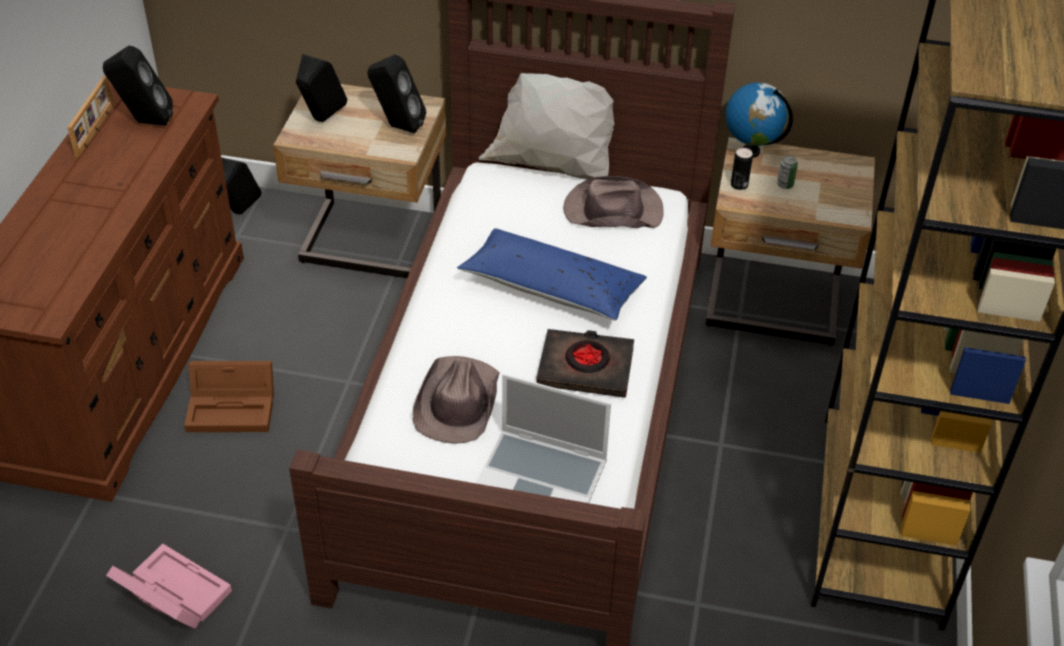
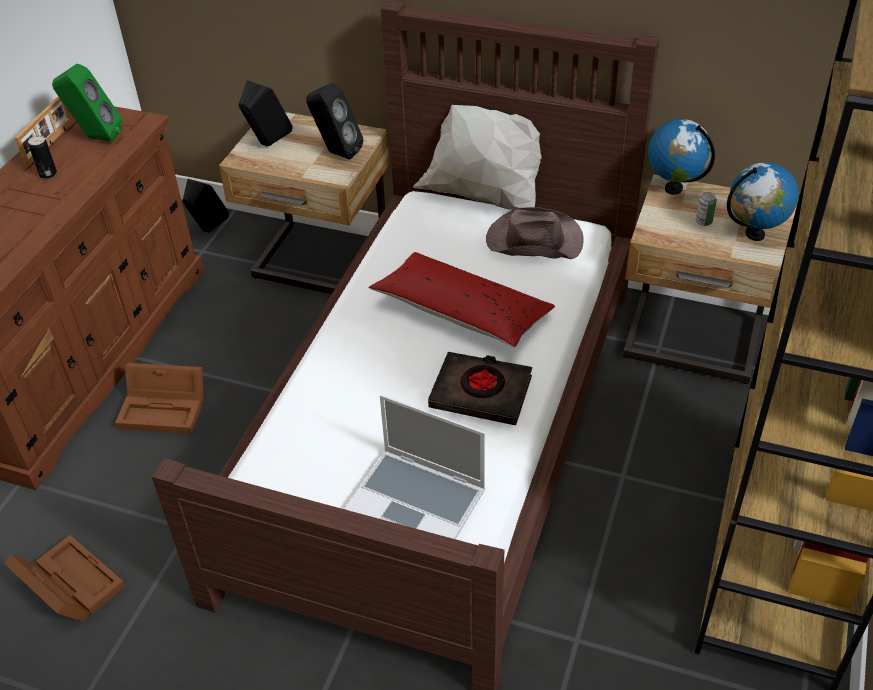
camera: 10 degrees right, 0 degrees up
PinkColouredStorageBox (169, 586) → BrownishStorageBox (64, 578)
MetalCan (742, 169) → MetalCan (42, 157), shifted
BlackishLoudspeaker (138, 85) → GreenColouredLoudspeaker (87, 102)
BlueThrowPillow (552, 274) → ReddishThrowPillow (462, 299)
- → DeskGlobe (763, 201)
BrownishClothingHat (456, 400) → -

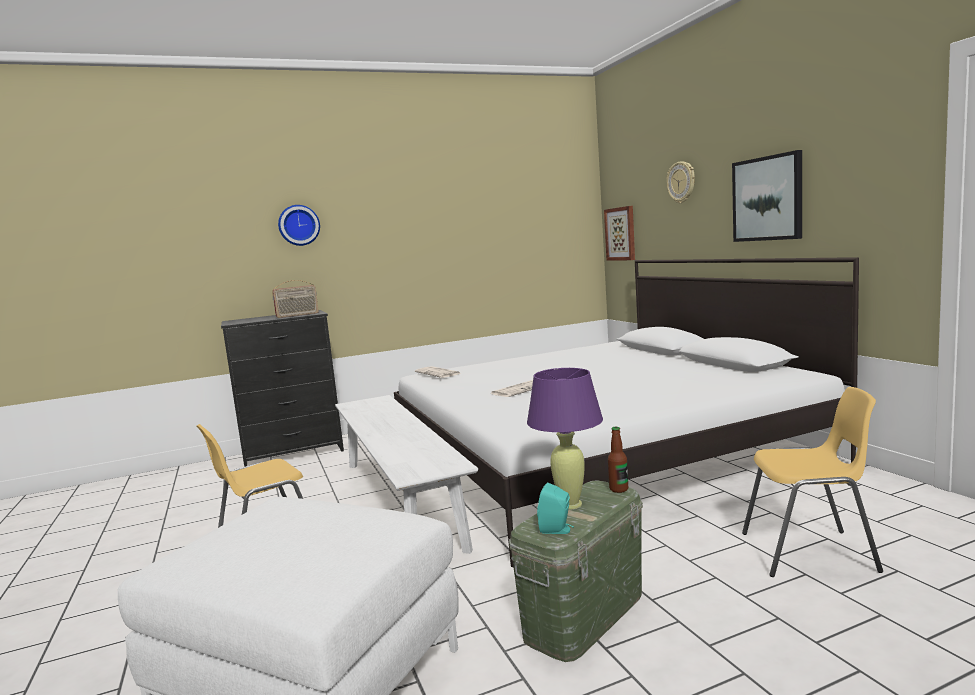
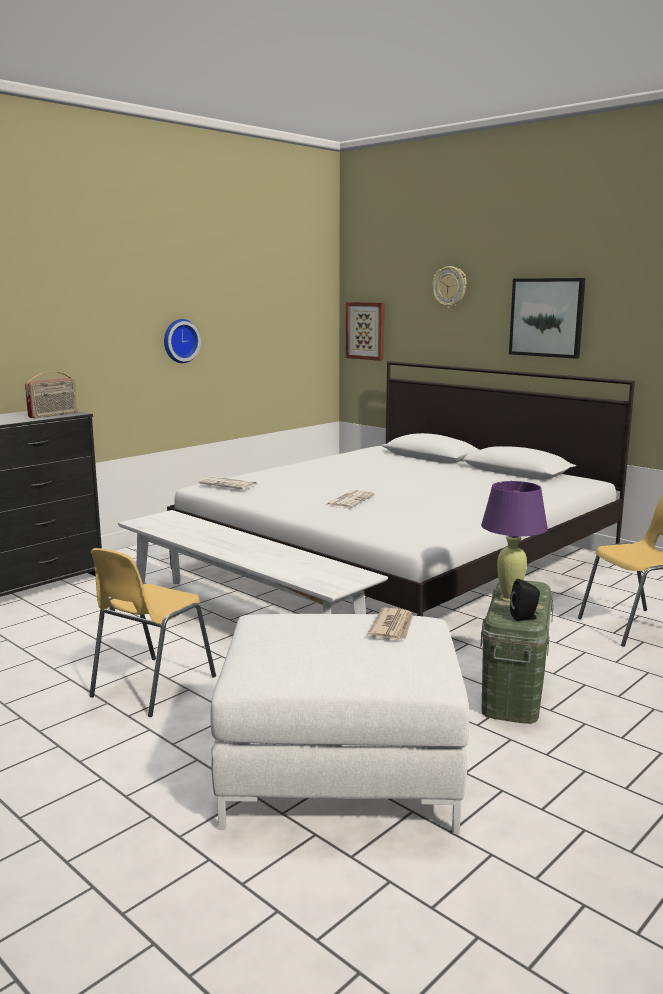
camera: 25 degrees left, 5 degrees up
WallClock (299, 225) → WallClock (182, 341), shifted
- → PrintedPaper (390, 624)
BlueGreenLoudspeaker (555, 508) → BlackishLoudspeaker (525, 600)
Bottle (618, 460) → -

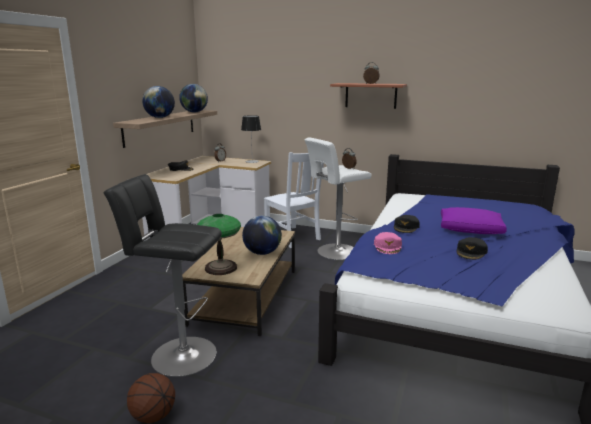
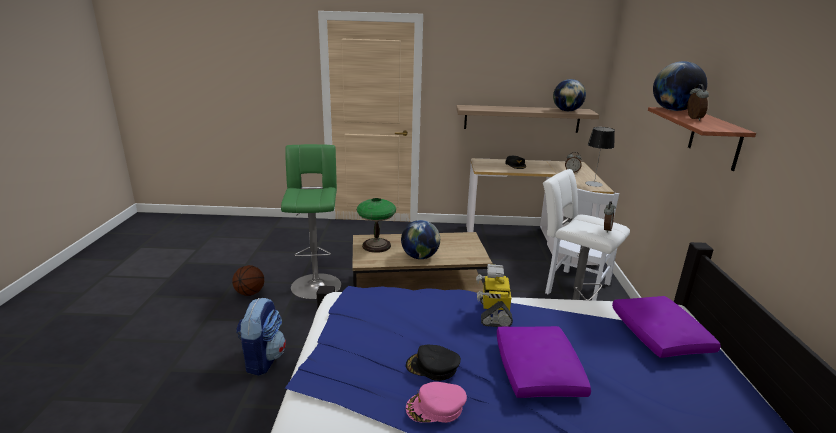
camera: 70 degrees right, 5 degrees up
- → Rucksack (261, 337)
BlackishSittingStool (162, 275) → GreenColouredSittingStool (311, 221)
PinkColouredPeakedCap (388, 243) → PinkColouredPeakedCap (436, 402), shifted
BlackishPeakedCap (407, 224) → ToyRobot (494, 295)
- → PurpleColouredThrowPillow (666, 327)
DeskGlobe (158, 102) → DeskGlobe (680, 86), shifted

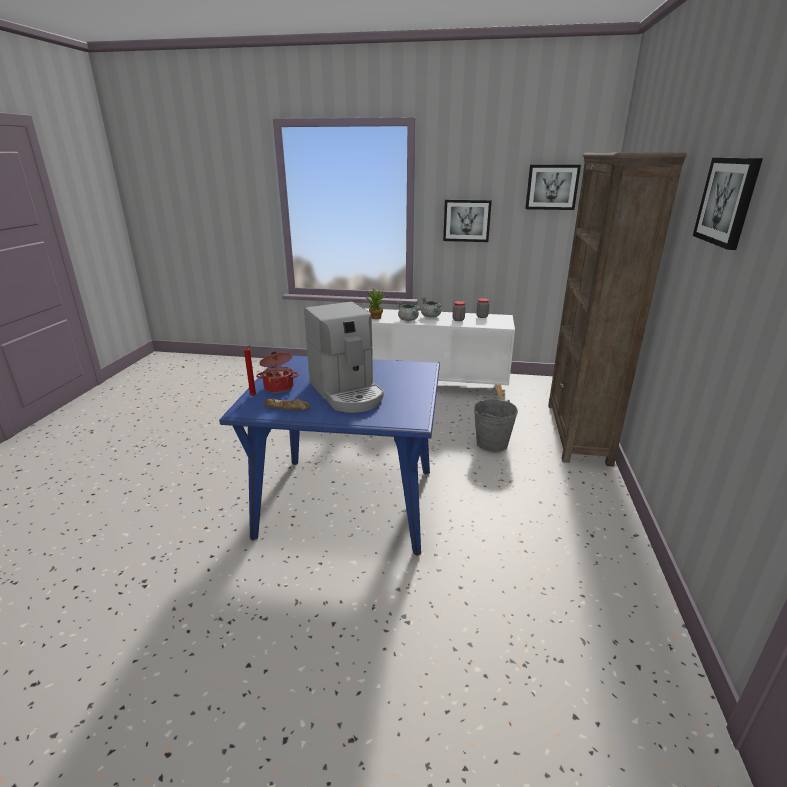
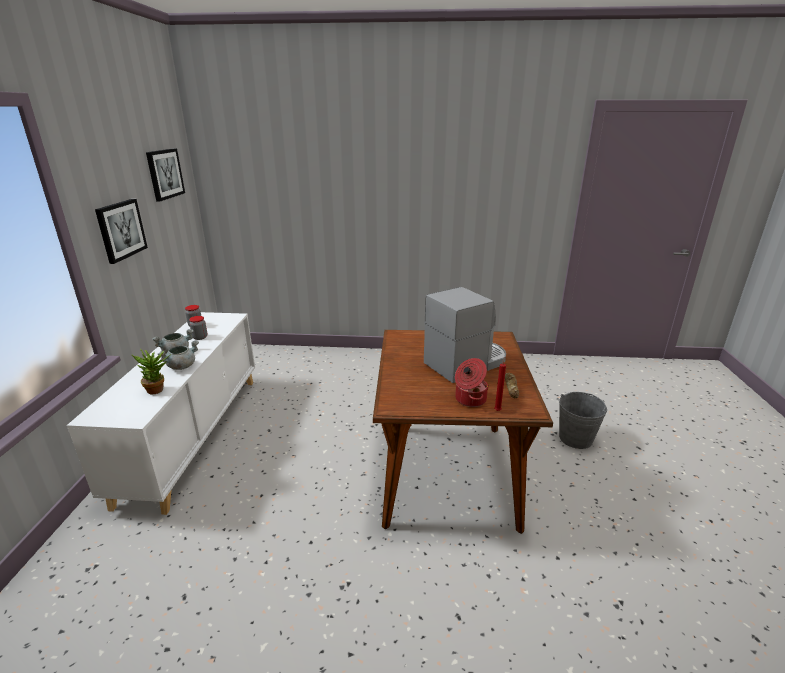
camera: 95 degrees left, 0 degrees up
BlueDiningTable (329, 456) → BrownishDiningTable (463, 432)
GreyPail (496, 425) → GreyPail (583, 420), shifted
BrownishBookshelf (617, 309) → -
WallArt (728, 204) → -

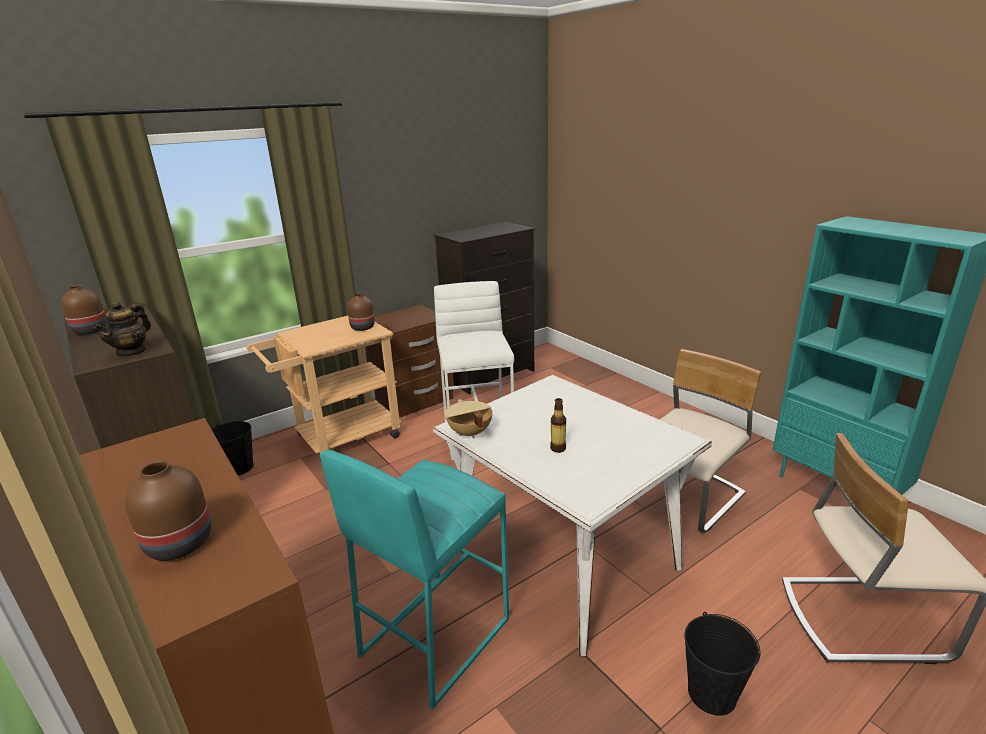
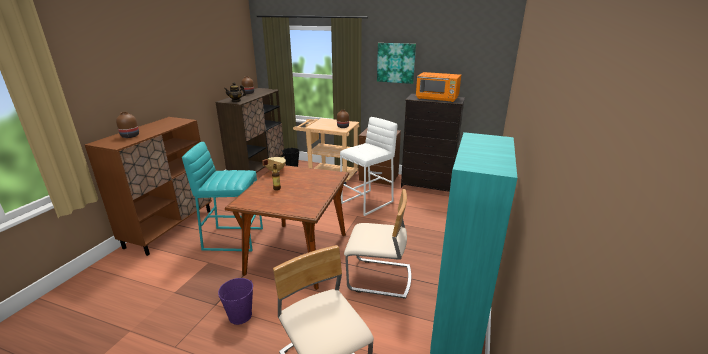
camera: 55 degrees right, 0 degrees up
BlackishPail (722, 664) → PurpleColouredPail (235, 301)
WhitishDiningTable (572, 515) → BrownishDiningTable (287, 227)
- → WallArt (396, 63)
- → OrangeColouredKitchenMicrowave (438, 87)

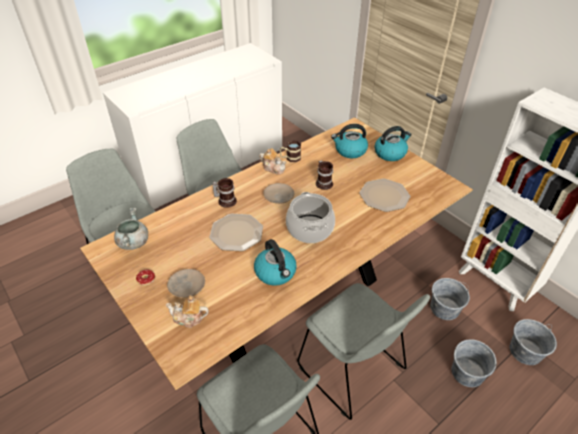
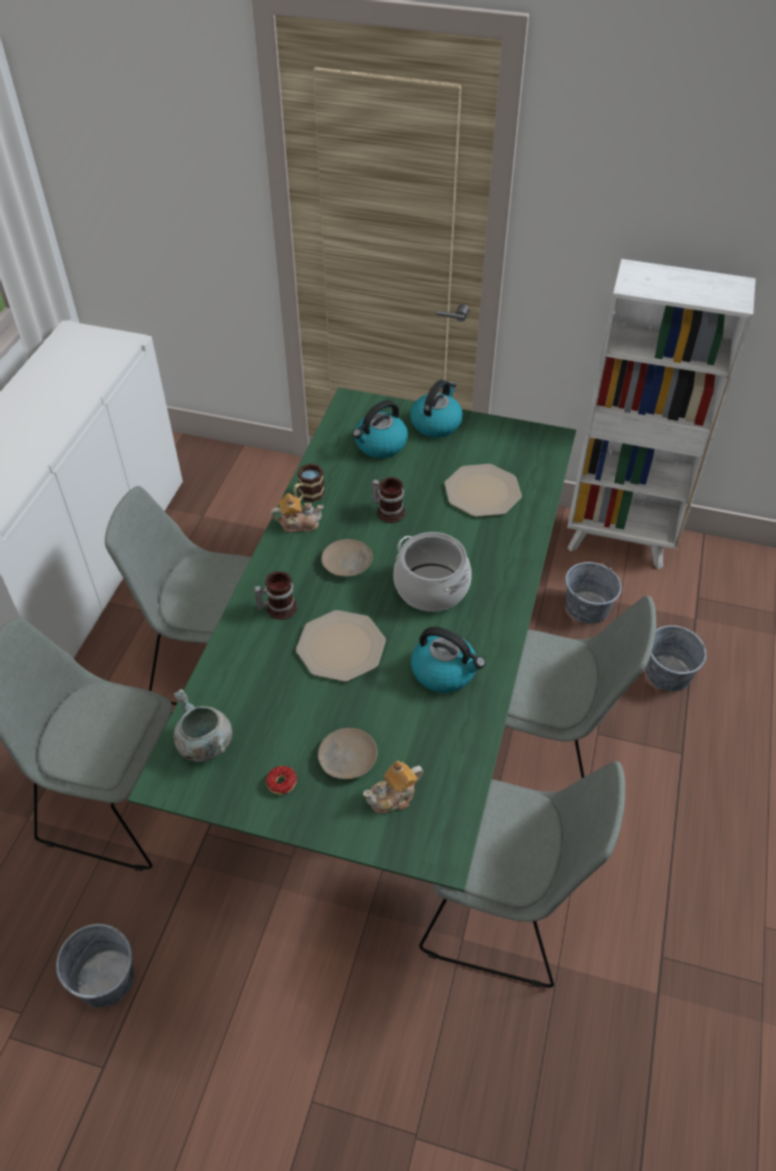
camera: 35 degrees left, 5 degrees up
GreyPail (533, 342) → GreyPail (95, 965), shifted
BrownishDiningTable (276, 253) → GreenColouredDiningTable (352, 639)

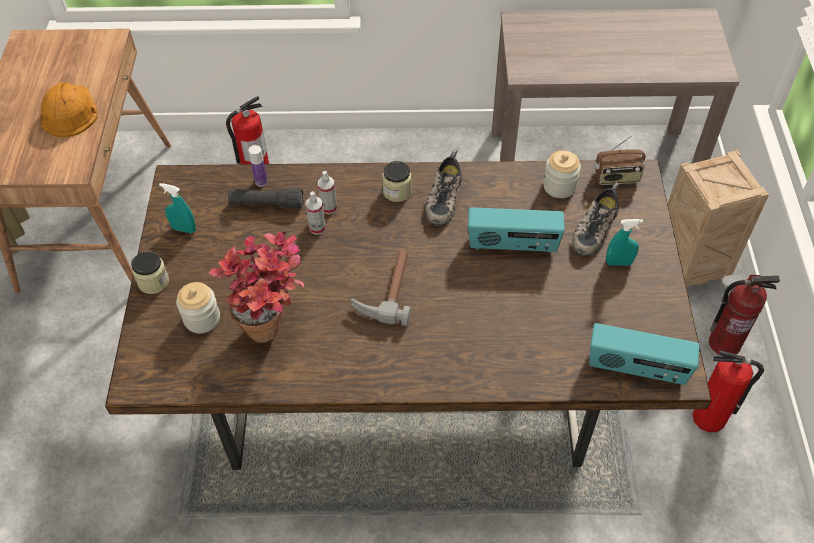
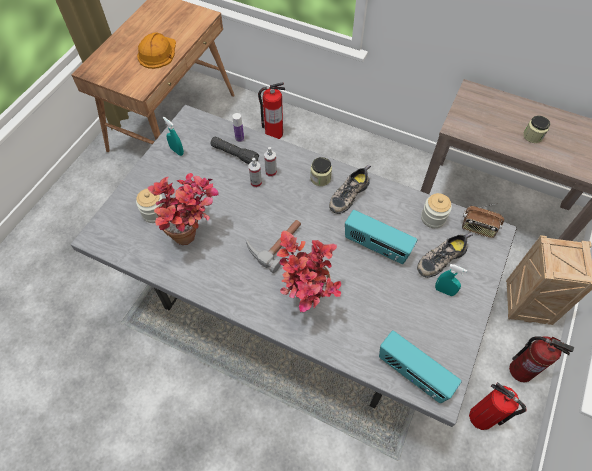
camera: 25 degrees right, 5 degrees up
BrownishDiningTable (408, 315) → GreyDiningTable (294, 266)
- → Houseplant (309, 271)
Jar (150, 272) → Jar (536, 129), shifted

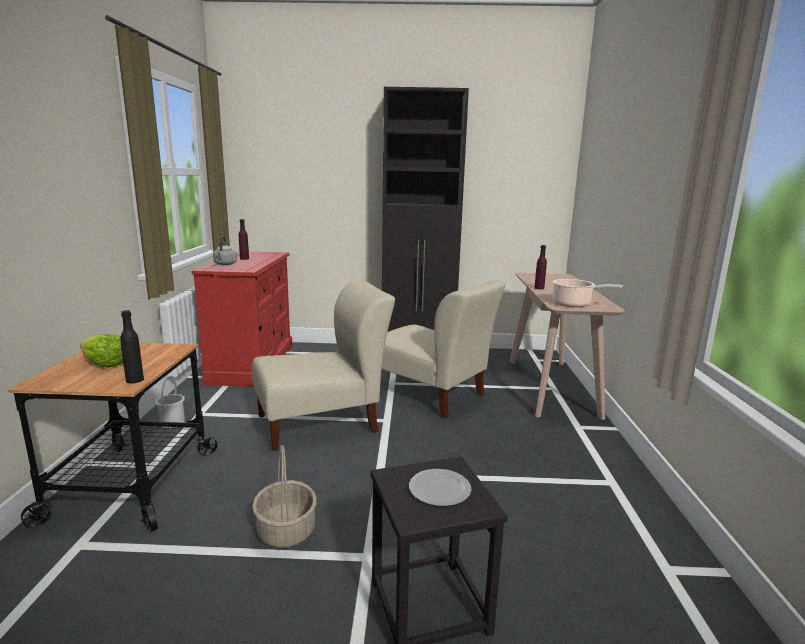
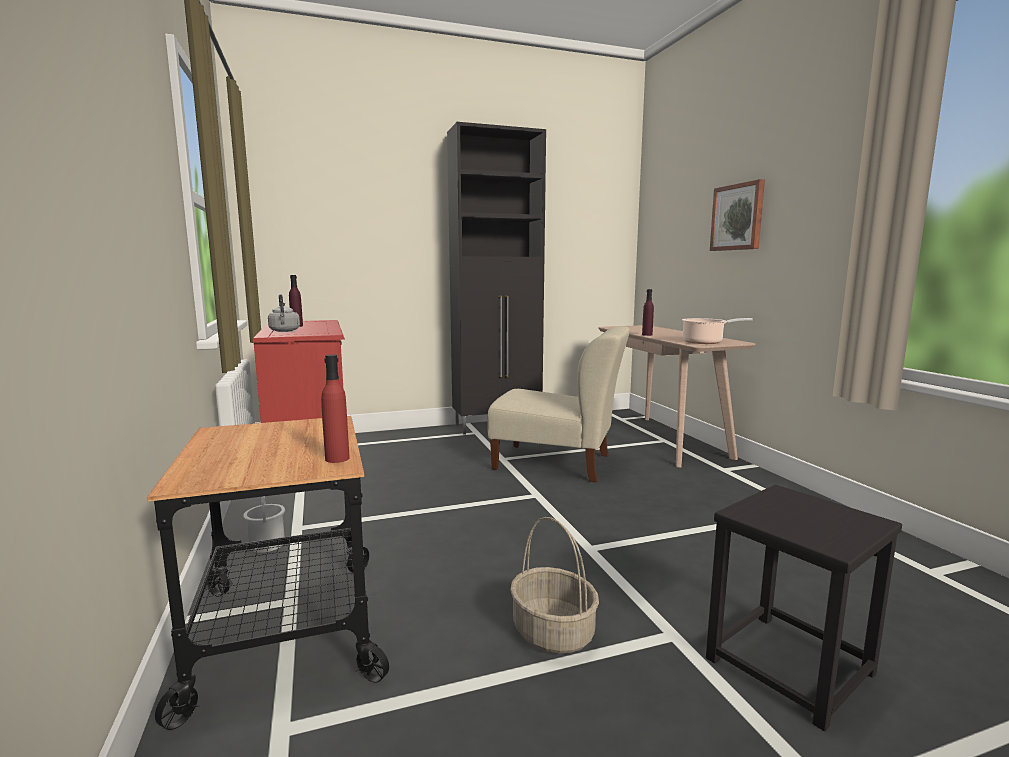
camera: 20 degrees left, 5 degrees down
BlackishBottle (132, 346) → ReddishBottle (335, 408)
- → WallArt (737, 215)
Lettuce (101, 351) → -
BeigeColouredPlainChair (323, 365) → -
Plate (440, 487) → -

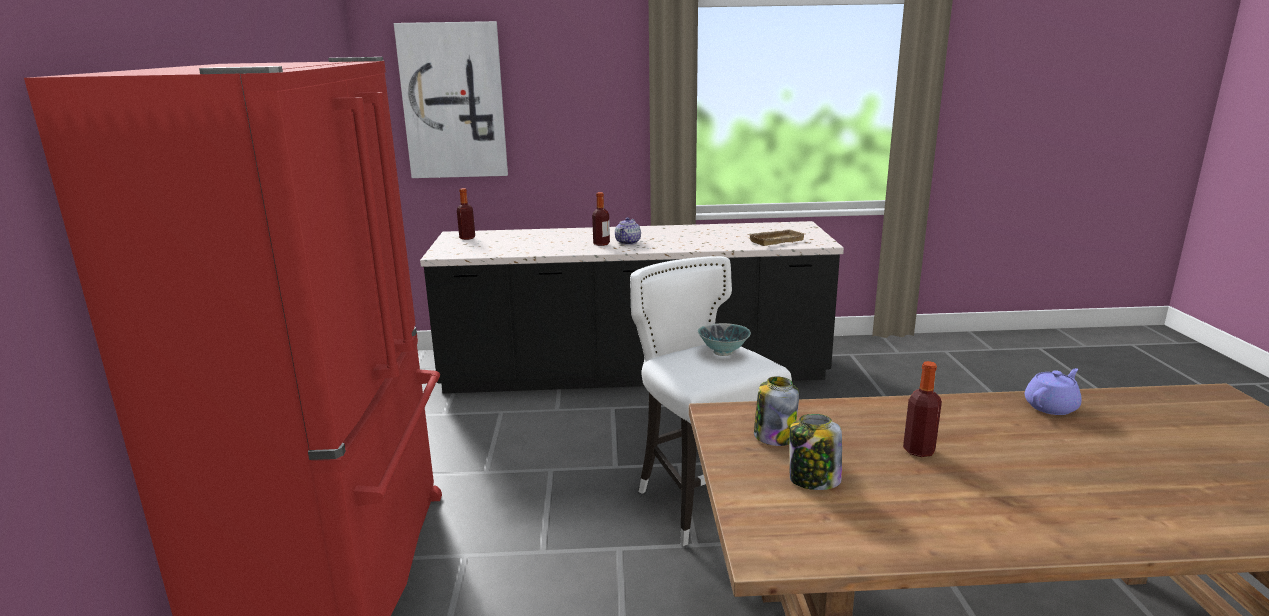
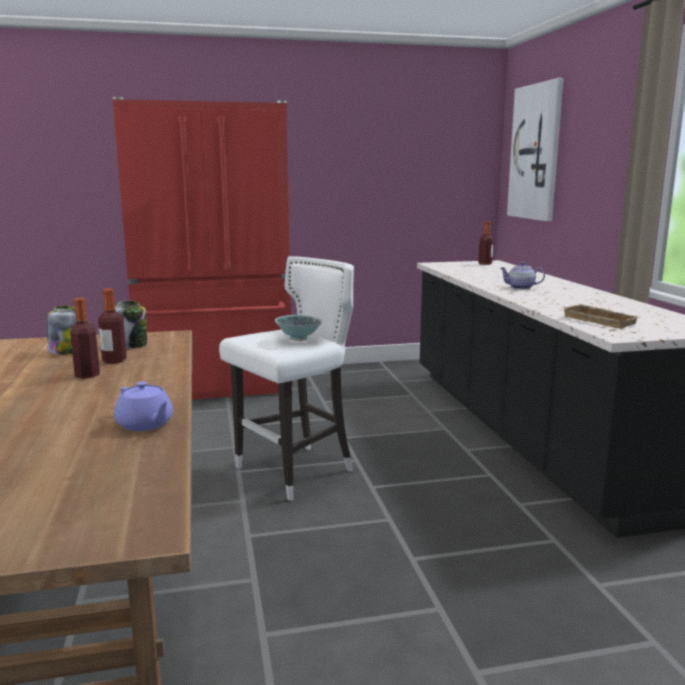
camera: 80 degrees right, 5 degrees down
Bottle (601, 219) → Bottle (112, 326), shifted

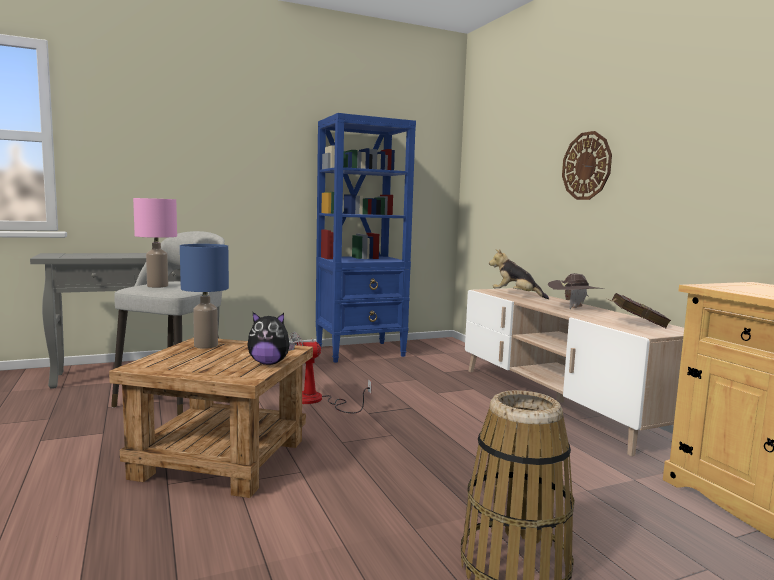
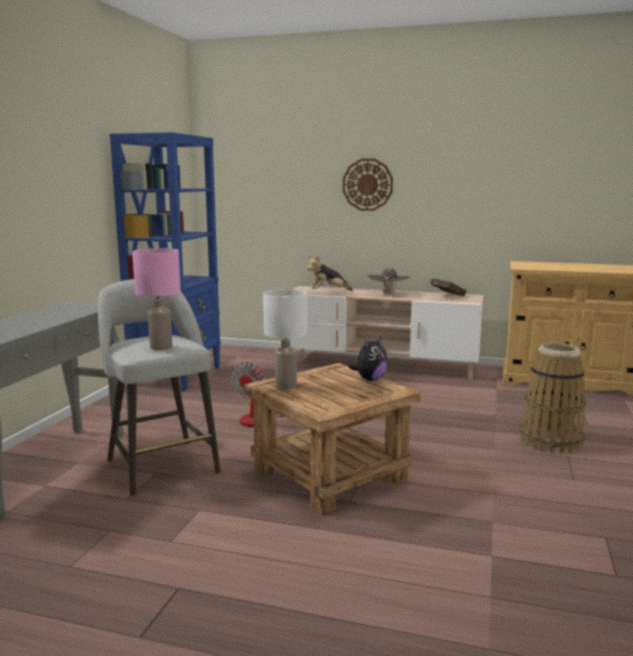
camera: 50 degrees left, 5 degrees up
BlueLampForATable (204, 296) → WhitishLampForATable (285, 339)

